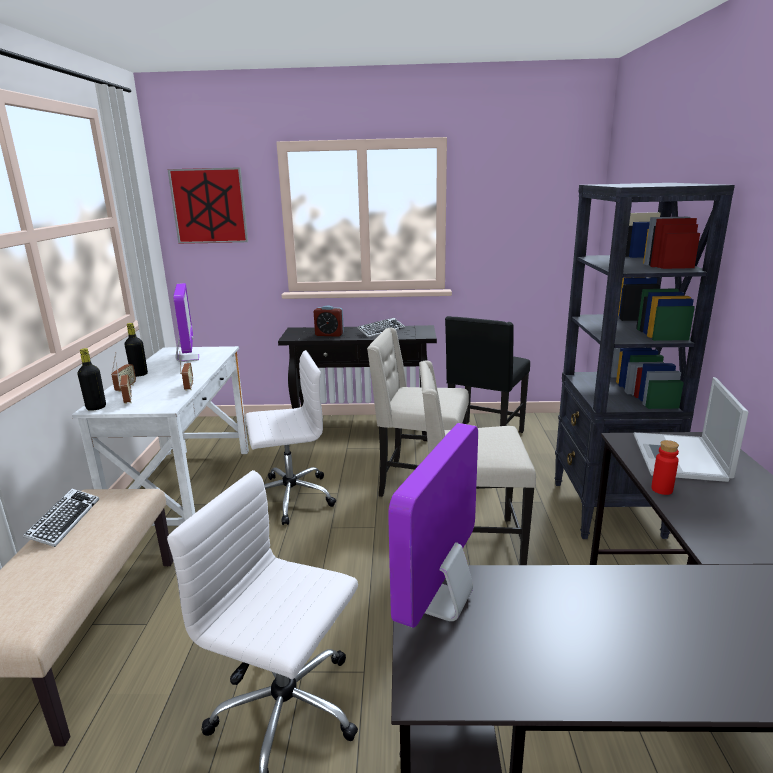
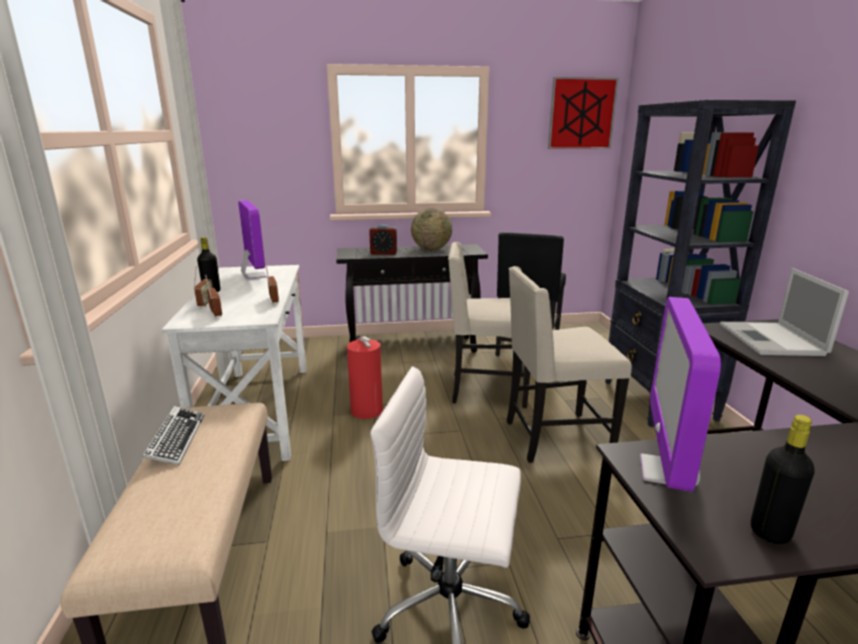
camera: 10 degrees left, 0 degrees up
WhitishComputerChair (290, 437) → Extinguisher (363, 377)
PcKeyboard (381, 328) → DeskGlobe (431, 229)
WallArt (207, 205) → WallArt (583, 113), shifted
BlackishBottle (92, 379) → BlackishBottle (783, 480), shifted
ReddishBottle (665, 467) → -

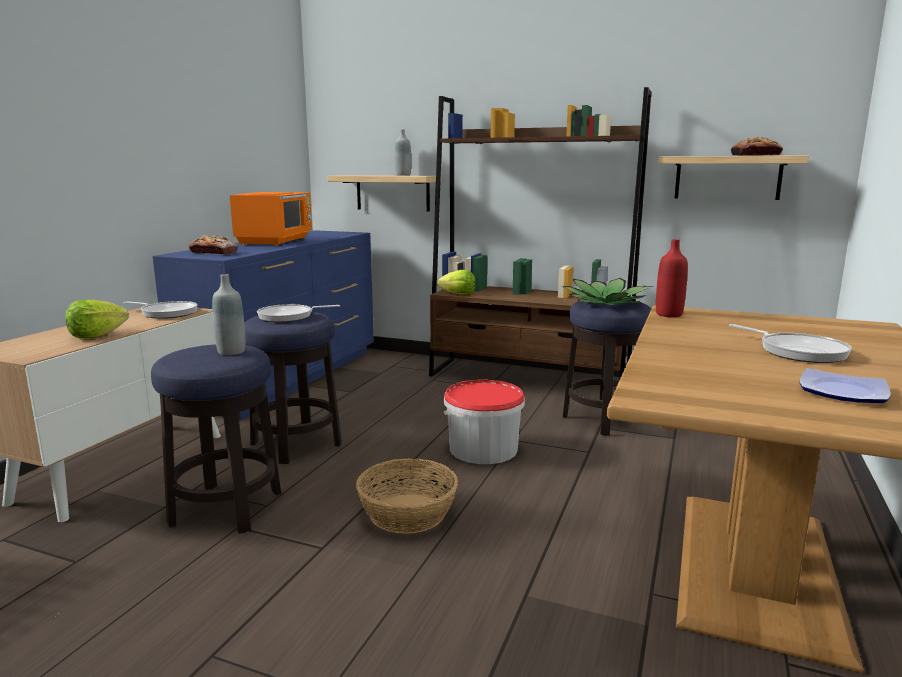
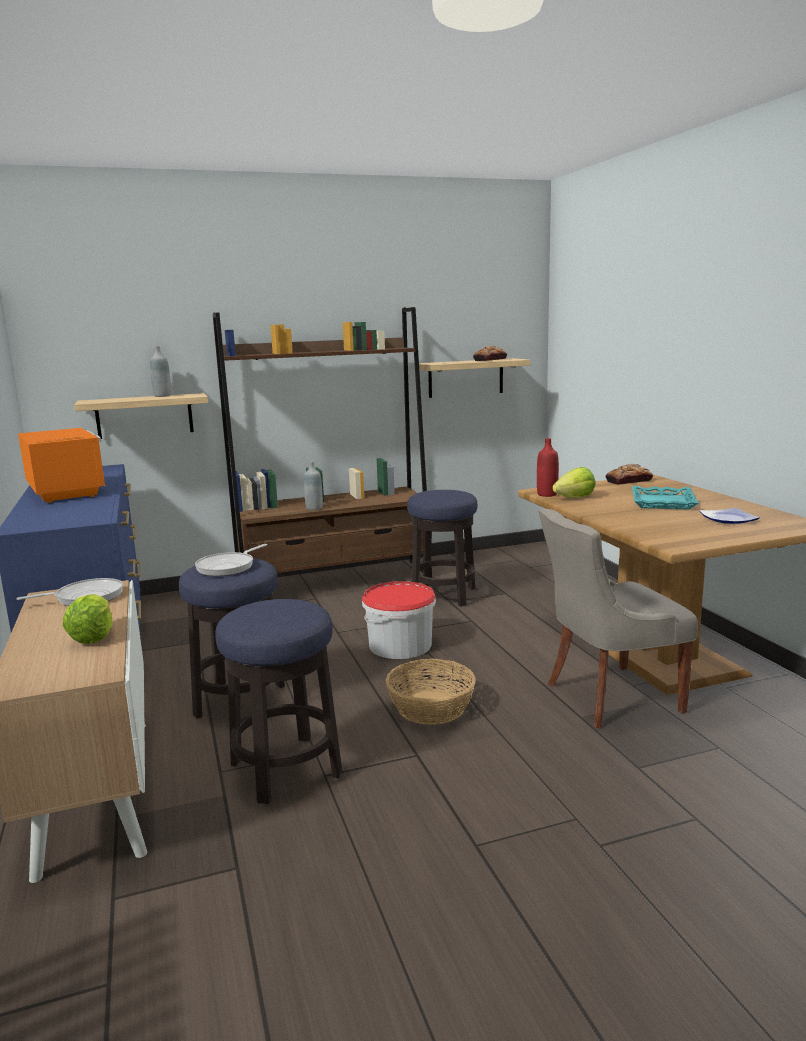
camera: 40 degrees left, 0 degrees up
GreyBottle (228, 314) → GreyBottle (313, 485), shifted
- → GreyPlainChair (618, 619)
Lettuce (456, 282) → Lettuce (574, 482), shifted
BakeryBread (213, 244) → BakeryBread (629, 474), shifted
Pan (790, 343) → BlueGreenCarryingTray (665, 498)
Houseplant (607, 291) → -

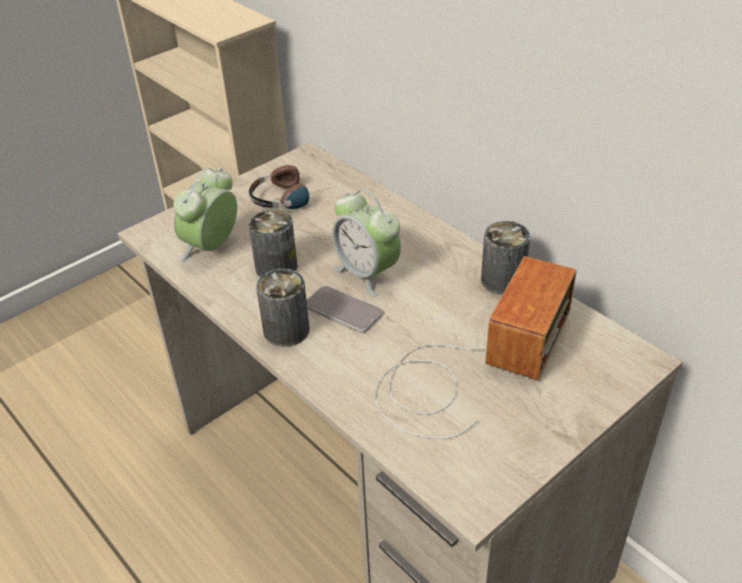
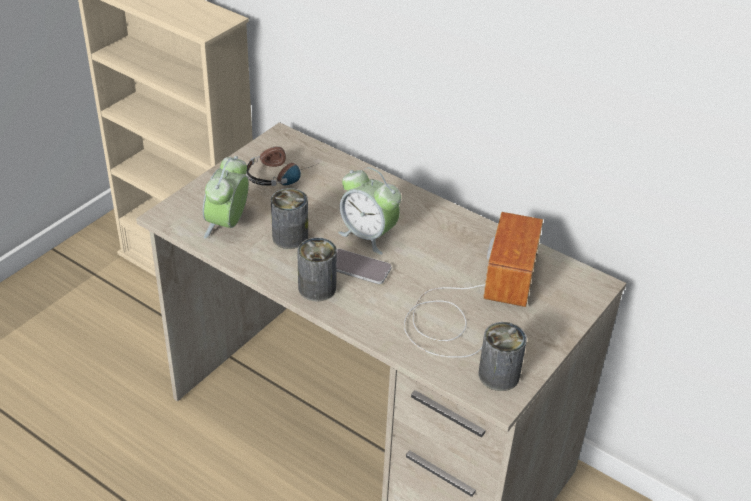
camera: 15 degrees left, 0 degrees up
MetalCan (505, 258) → MetalCan (502, 356), shifted

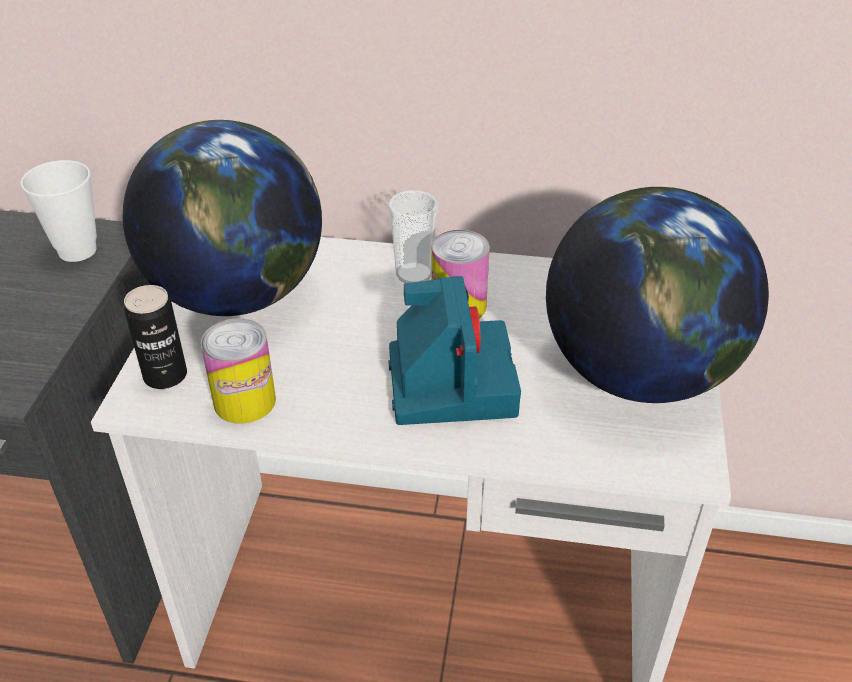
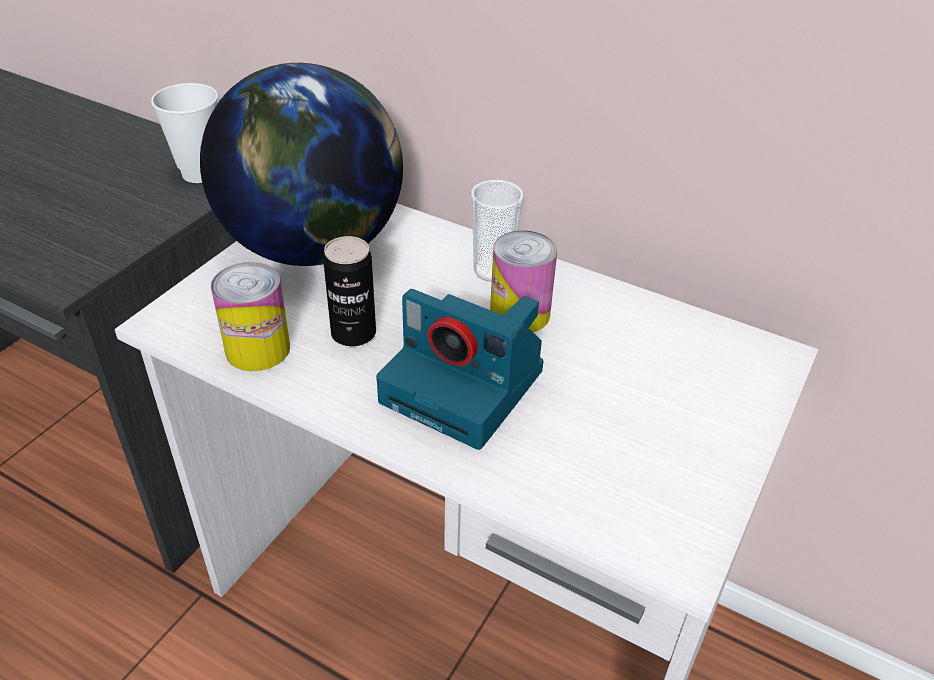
camera: 20 degrees right, 0 degrees up
MetalCan (155, 337) → MetalCan (349, 291), shifted
PhotoCamera (454, 350) → PhotoCamera (459, 369), 105 degrees clockwise
DeskGlobe (657, 295) → -

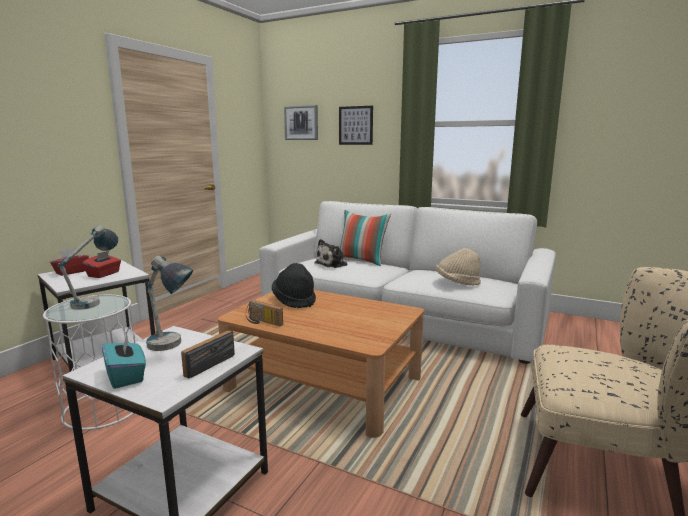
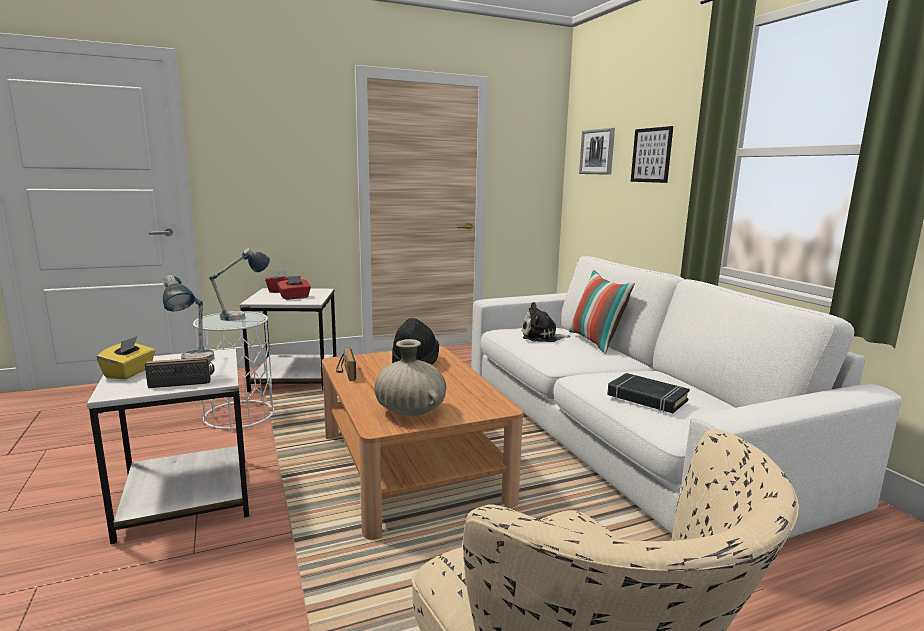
camera: 40 degrees right, 0 degrees up
BlueGreenTissueHolder (124, 362) → YellowColouredTissueHolder (125, 357)
- → BeigeColouredDecorativeVase (410, 377)
BeigeColouredClothingHat (458, 266) → BlackishBook (648, 393)

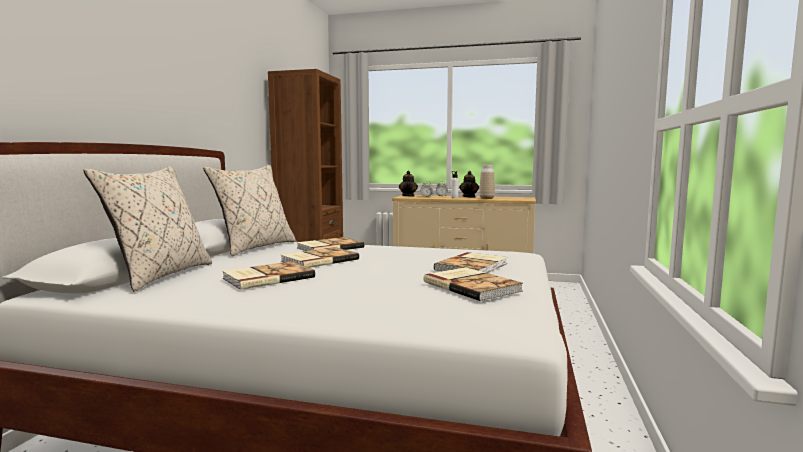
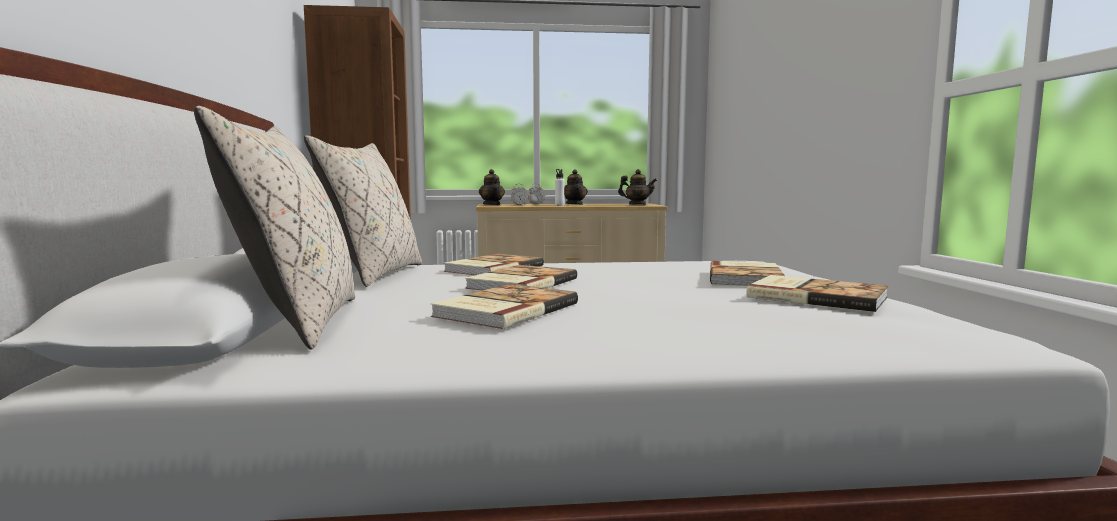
camera: 20 degrees left, 0 degrees up
- → TeaPot (637, 187)
DecorativeVase (487, 182) → -

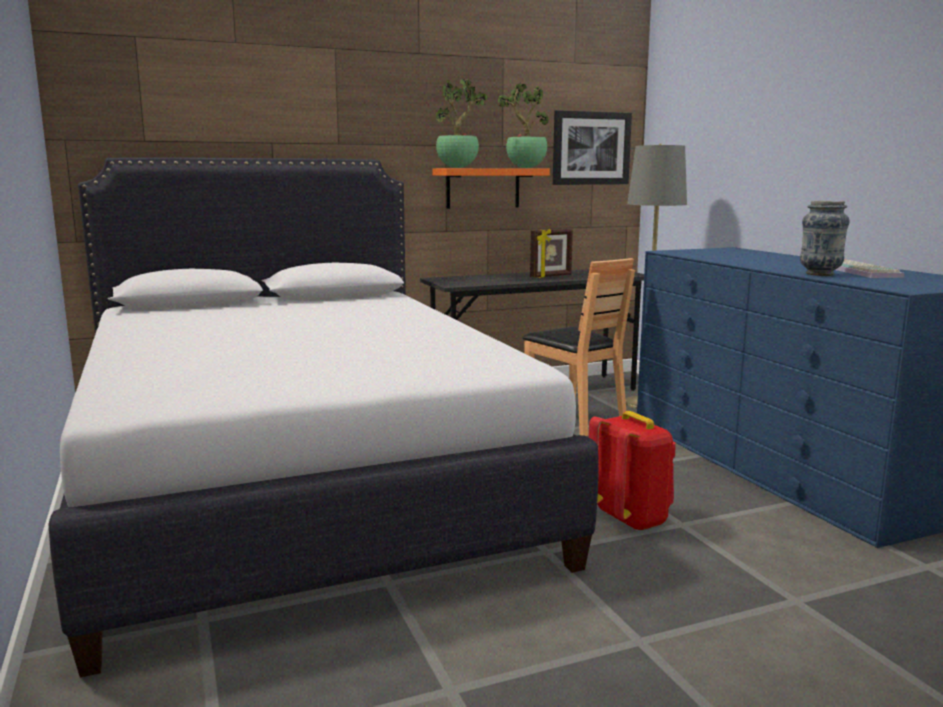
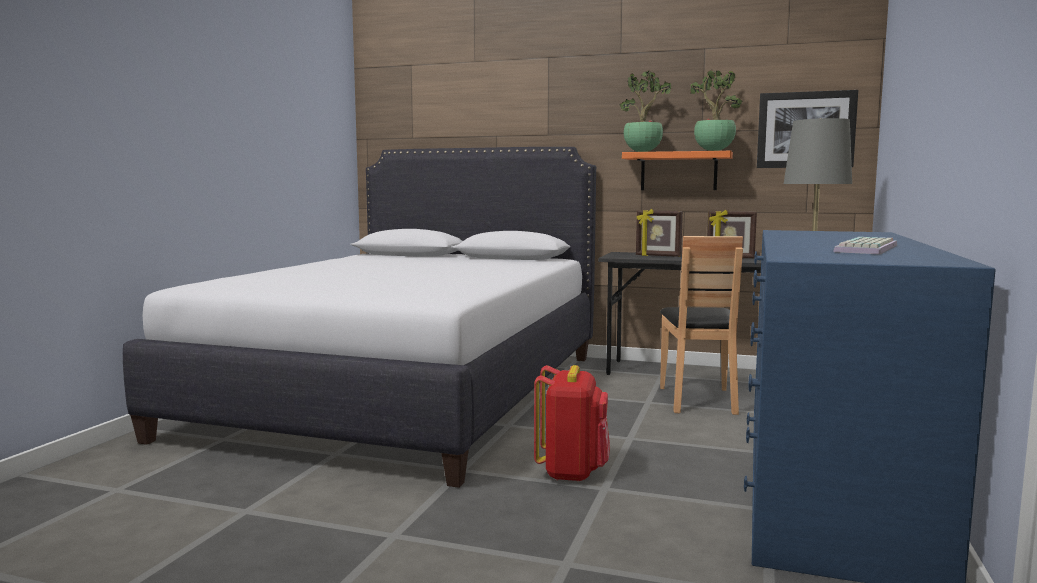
camera: 40 degrees right, 5 degrees down
- → PhotoFrame (659, 233)
DecorativeVase (825, 238) → -

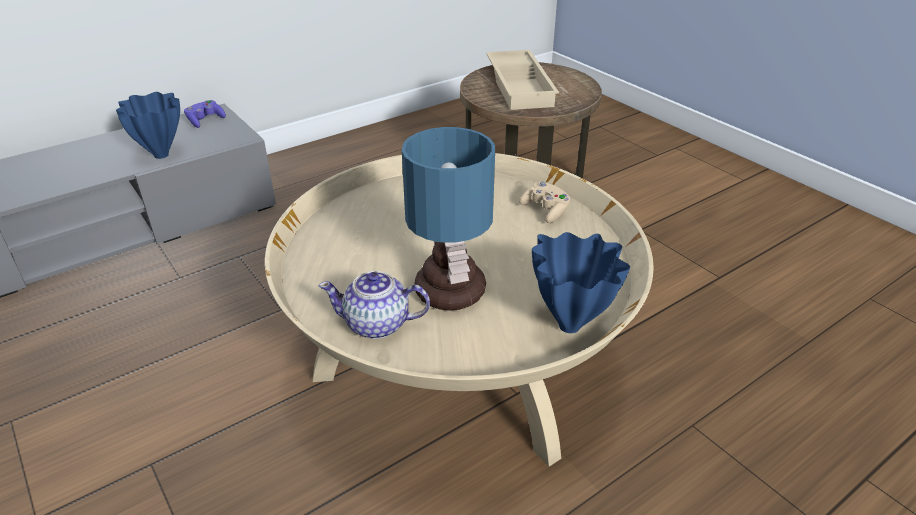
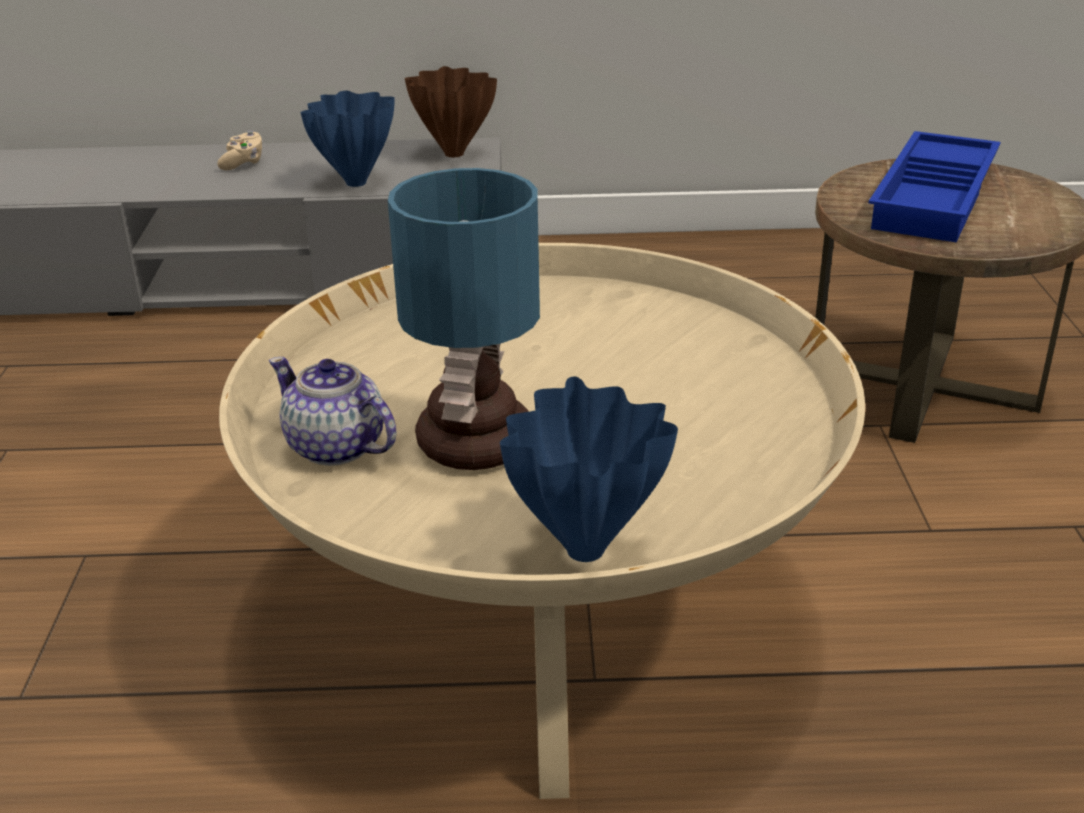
camera: 35 degrees right, 5 degrees down
BeigeColouredGamepad (545, 202) → BeigeColouredGamepad (240, 150), shifted
PurpleColouredGamepad (205, 114) → BrownishDecorativeVase (451, 111)
BeigeColouredCarryingTray (522, 80) → BlueCarryingTray (935, 186)

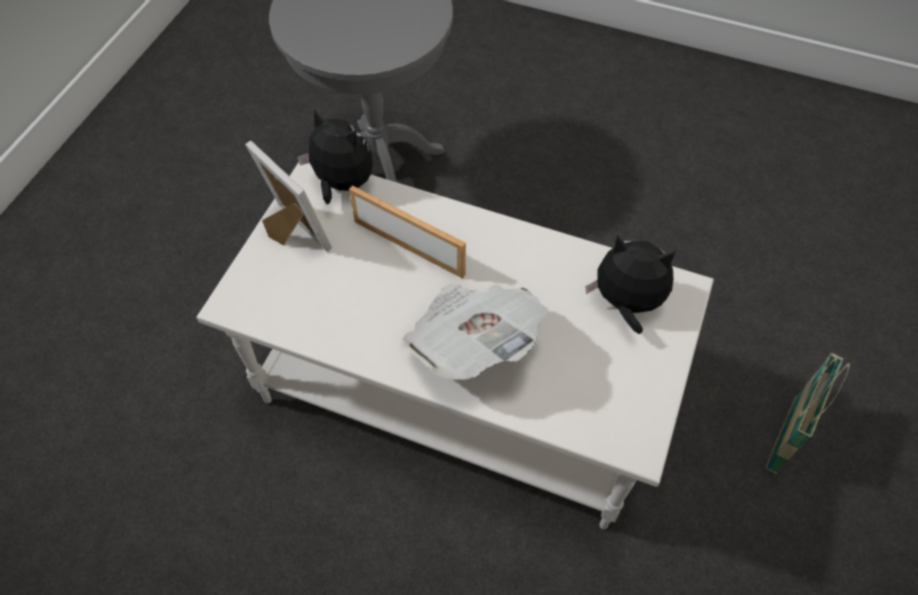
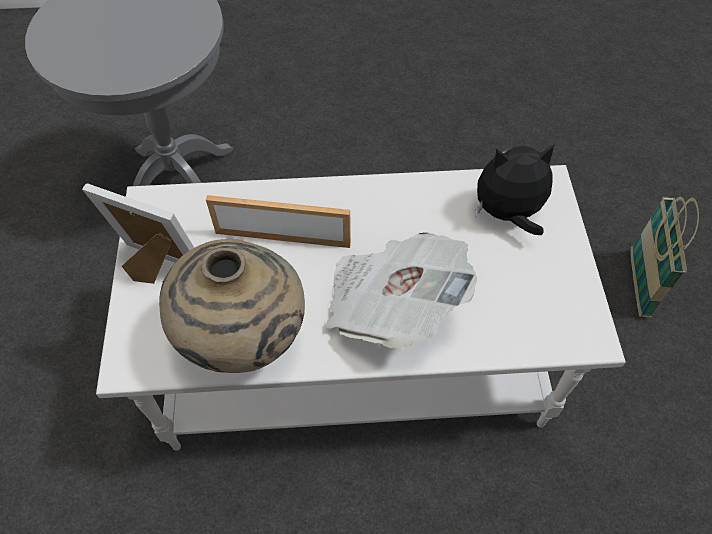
camera: 25 degrees left, 0 degrees up
- → BeigeColouredDecorativeVase (232, 306)
PlushToy (335, 156) → -

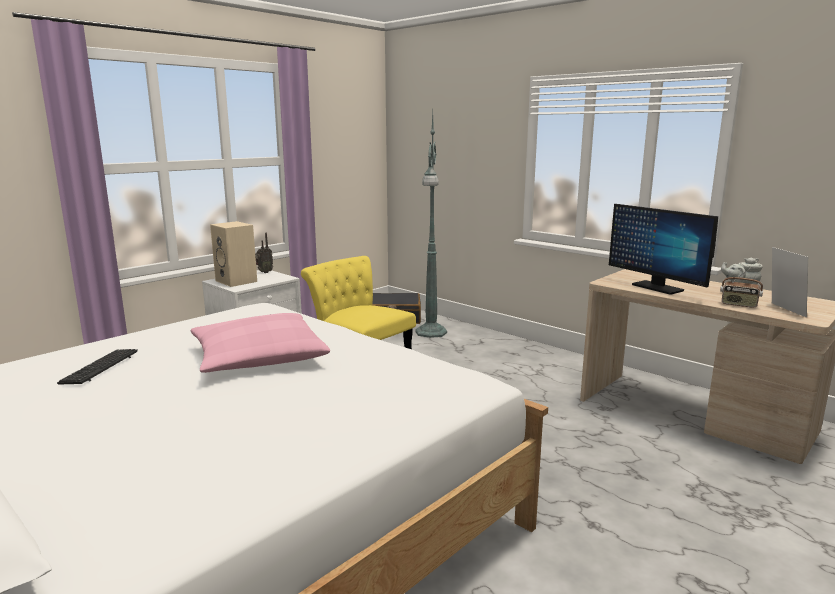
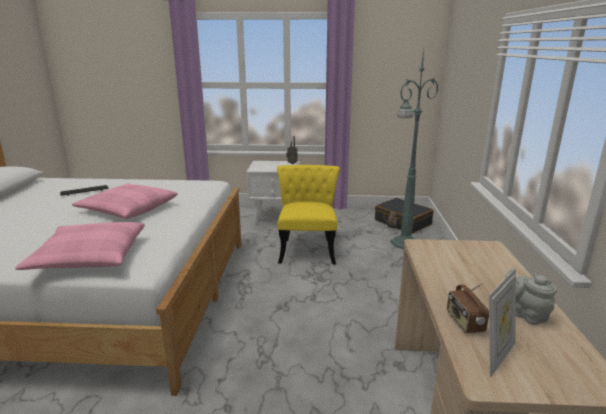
camera: 50 degrees right, 5 degrees up
- → PinkColouredThrowPillow (80, 246)
BeigeColouredLoudspeaker (233, 254) → -
ComputerDisplay (663, 249) → -

